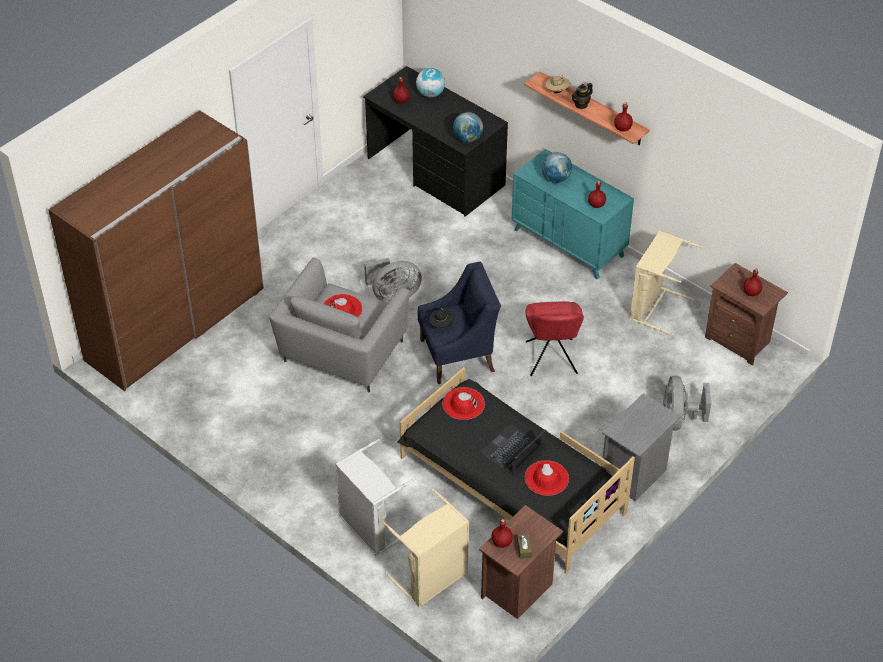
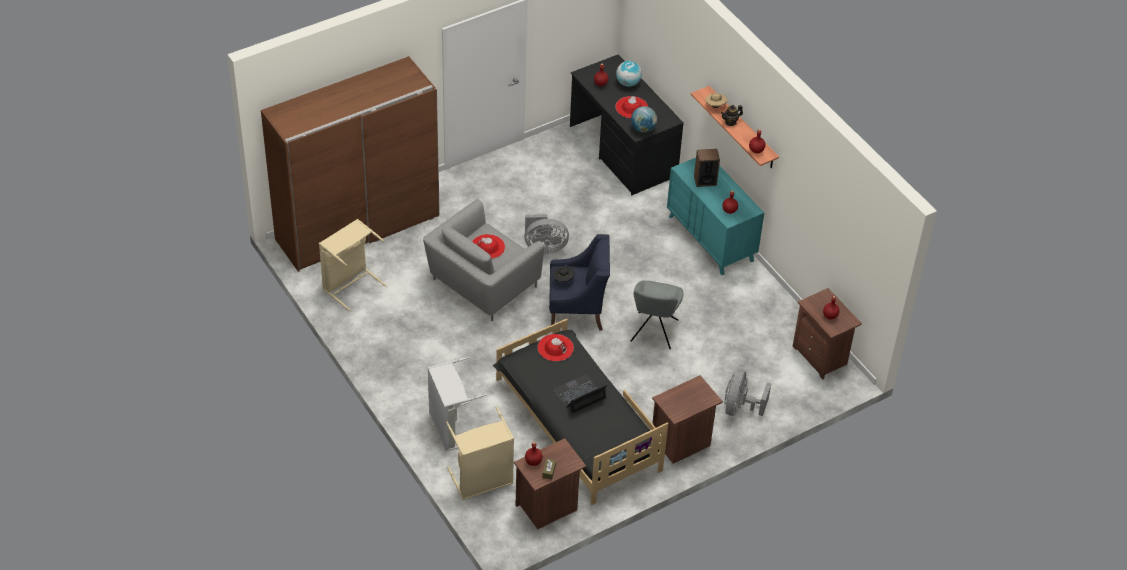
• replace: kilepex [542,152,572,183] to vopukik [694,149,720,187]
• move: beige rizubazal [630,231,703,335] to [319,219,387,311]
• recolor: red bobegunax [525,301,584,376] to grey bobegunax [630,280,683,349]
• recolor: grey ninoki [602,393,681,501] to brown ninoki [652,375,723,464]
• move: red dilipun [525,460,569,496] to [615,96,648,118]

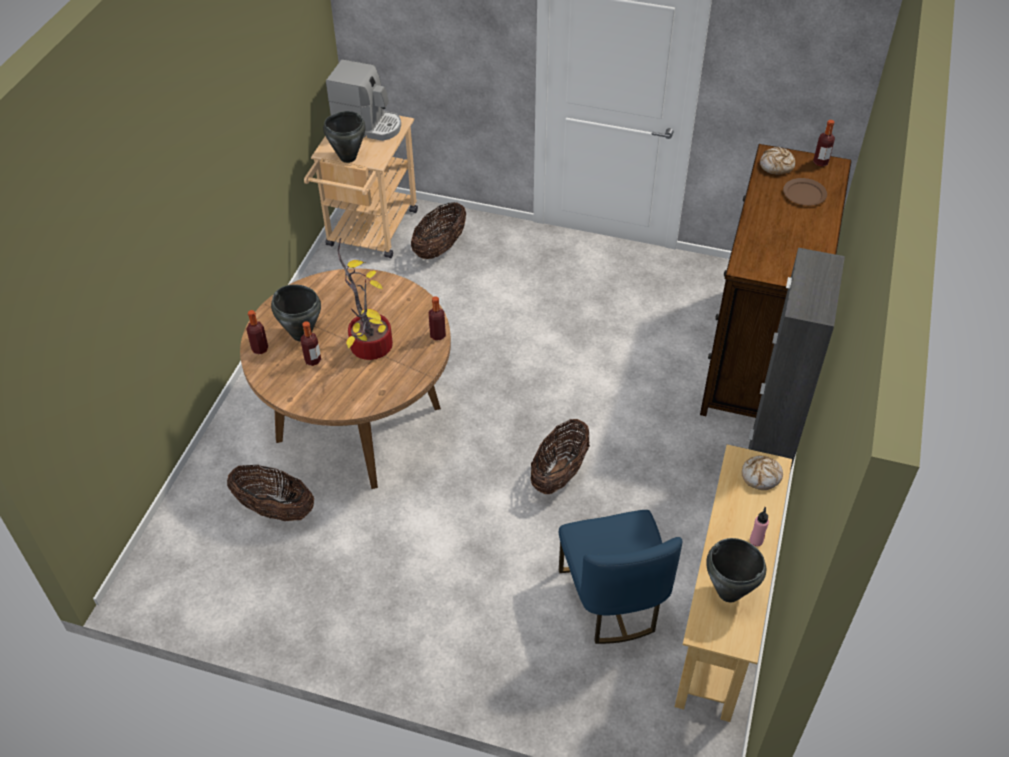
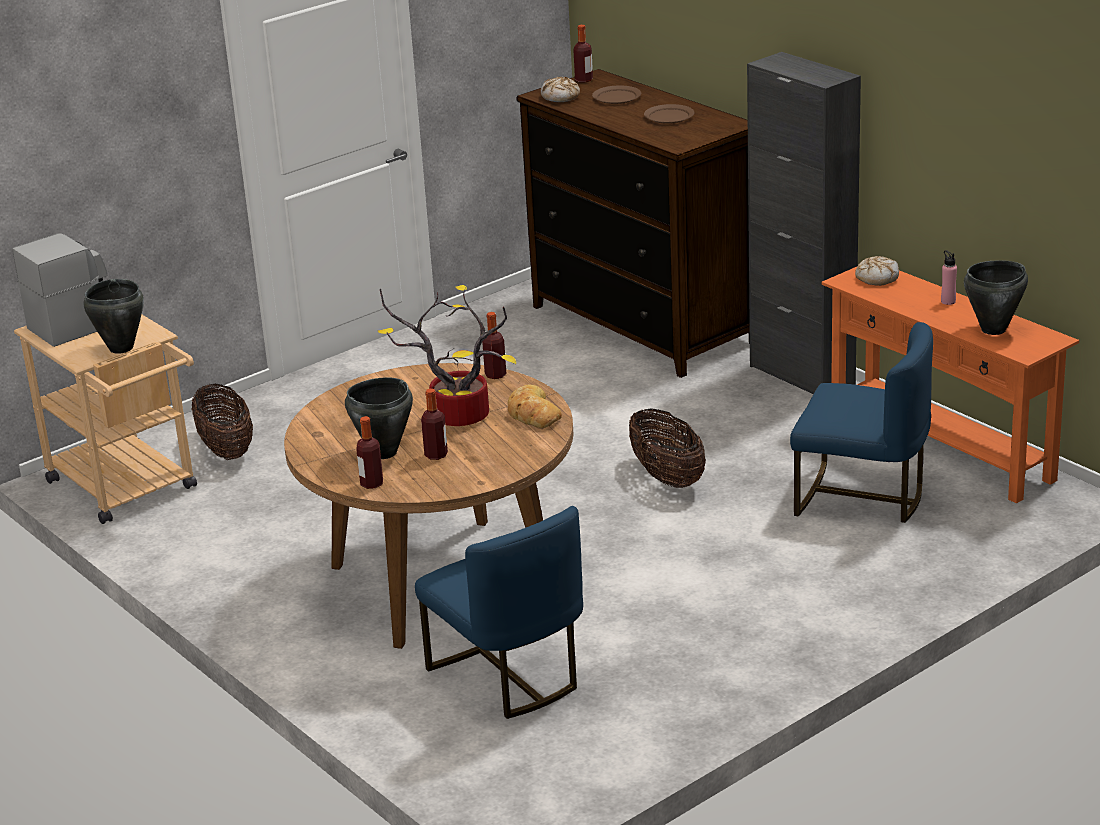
• recolor: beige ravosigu [675,444,792,722] to orange ravosigu [822,267,1079,503]
• replace: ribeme [227,464,314,521] to blue bobegunax [415,506,583,719]
• insert: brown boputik [644,104,695,124]
• insert: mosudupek [508,384,562,428]

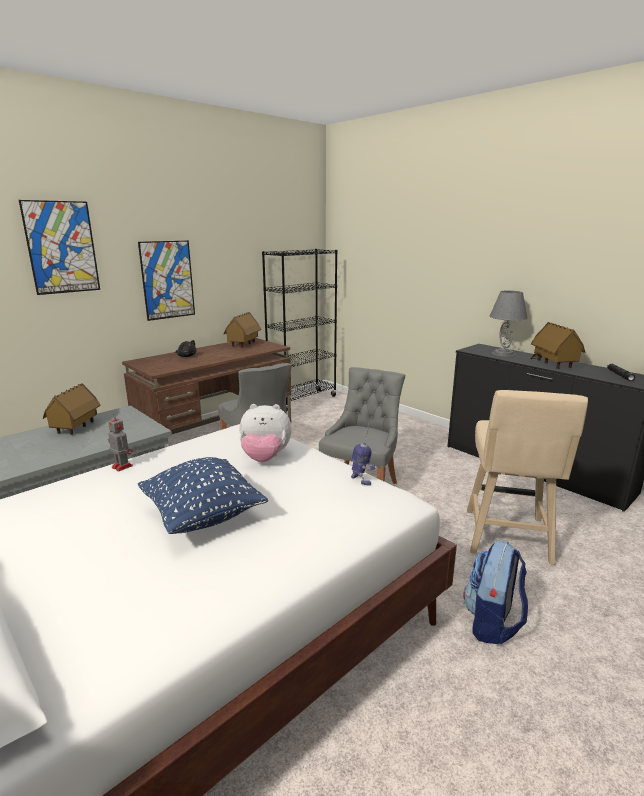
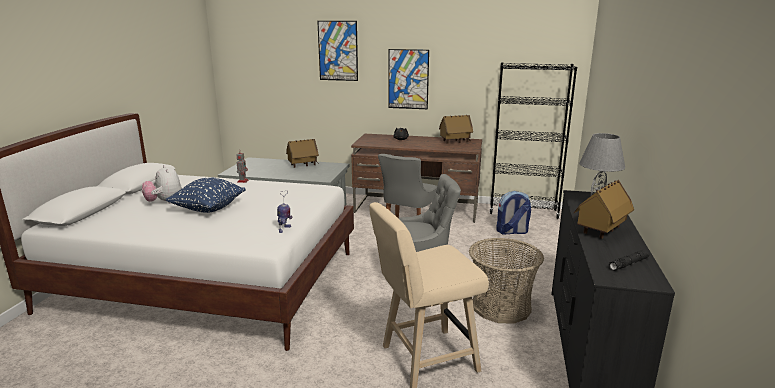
• move: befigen [240,404,292,462] to [142,165,182,204]
• move: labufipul [463,541,528,644] to [497,191,531,235]
• insert: ribeme [469,238,544,324]

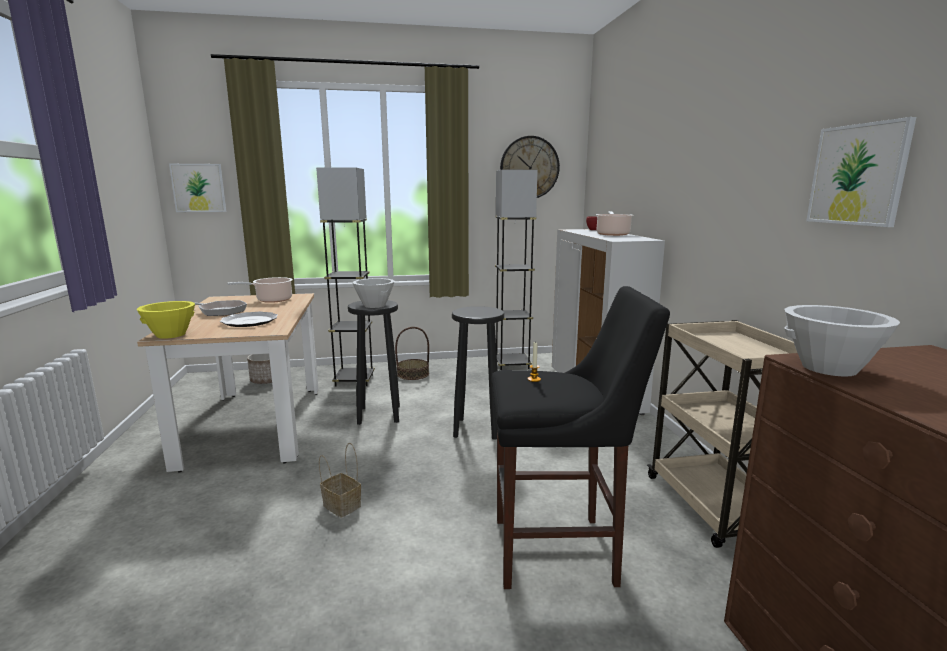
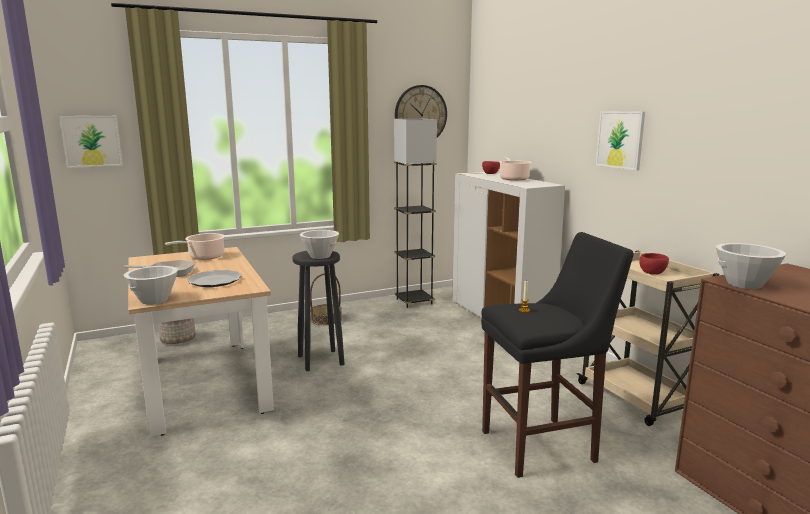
• move: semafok [806,117,916,227] to [596,111,645,171]
• delete: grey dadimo [316,167,375,387]
• recolor: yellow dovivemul [137,301,195,339] to white dovivemul [124,266,178,305]
• delete: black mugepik [452,306,504,440]
• delete: ribeme [319,443,361,517]
• insert: red dovivemul [640,253,669,275]

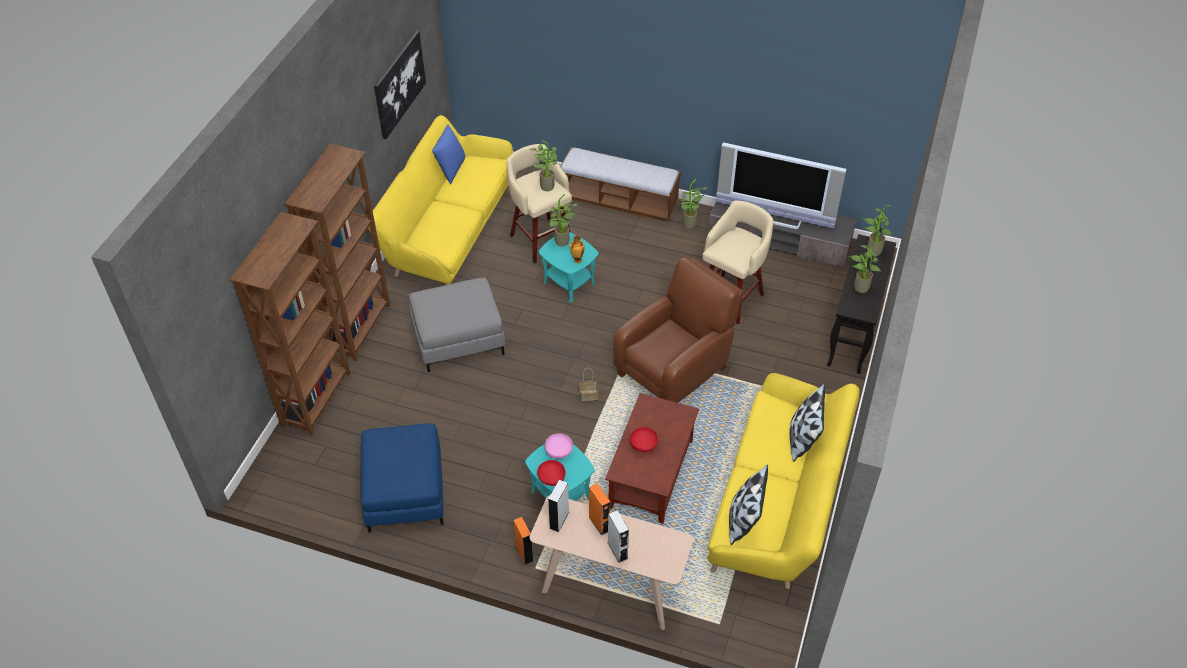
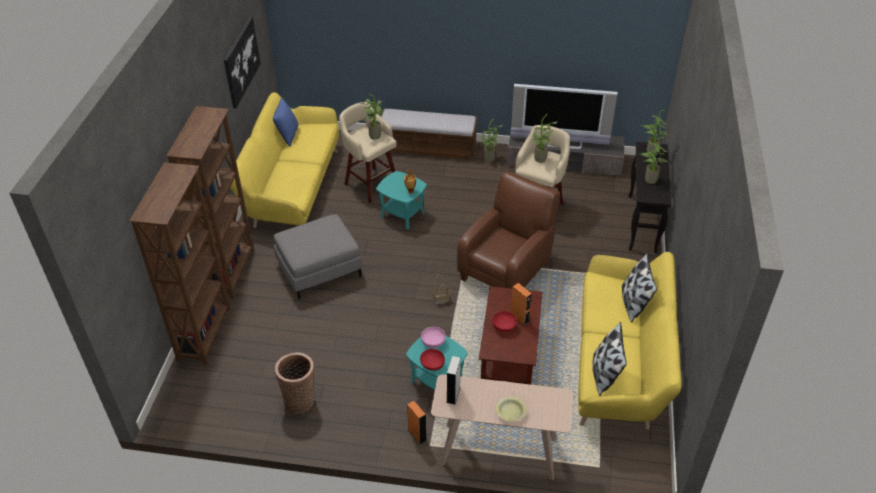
• move: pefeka [548,194,577,247] to [533,114,558,163]
• replace: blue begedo [361,423,444,532] to ribeme [275,353,314,414]
• move: orange vopukik [589,483,610,536] to [510,283,532,326]
• replace: grey vopukik [607,510,629,563] to yellow dovivemul [496,396,526,422]

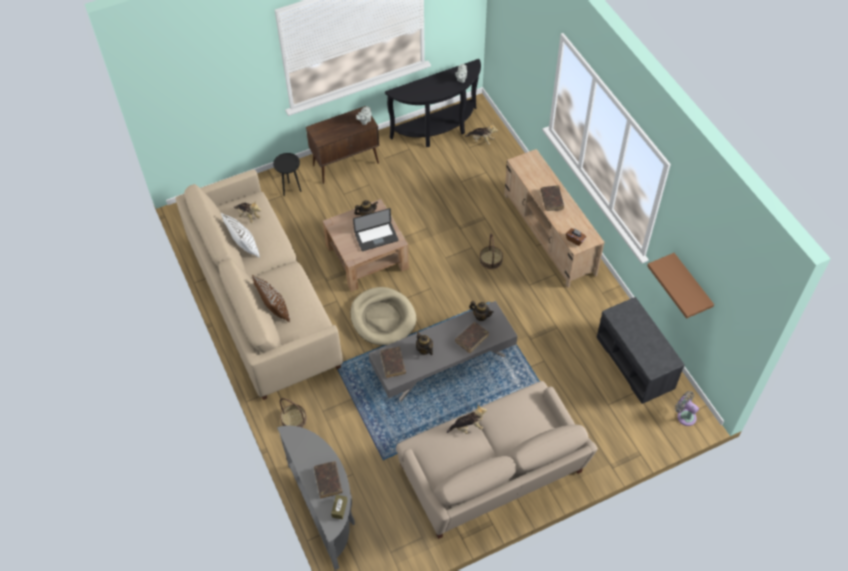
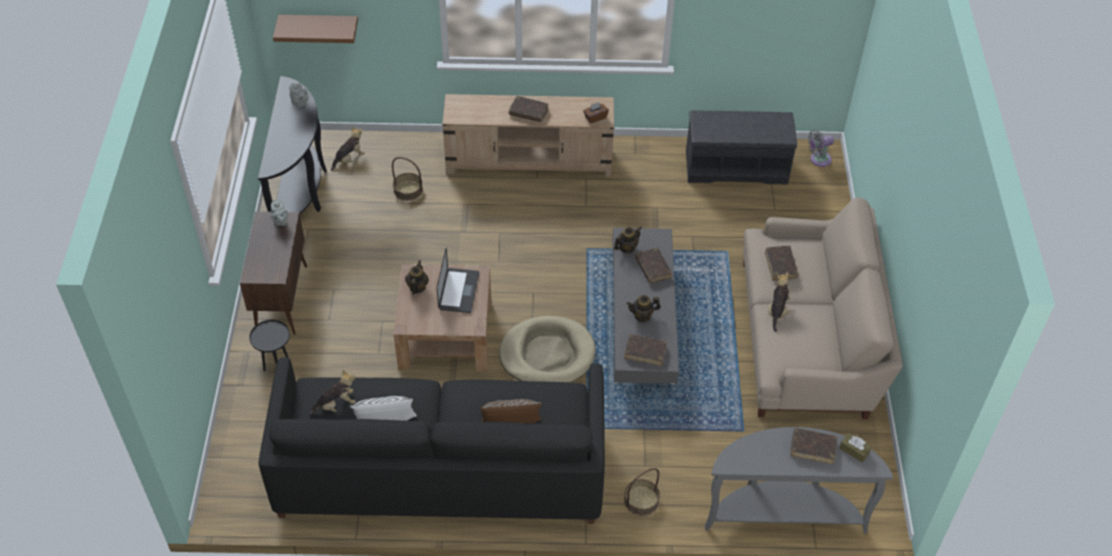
• recolor: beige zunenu [175,170,343,400] to black zunenu [258,357,605,524]
• move: ribeme [479,233,503,269] to [392,157,423,201]
• move: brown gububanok [647,253,714,319] to [273,15,358,43]
• insert: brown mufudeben [765,246,798,281]

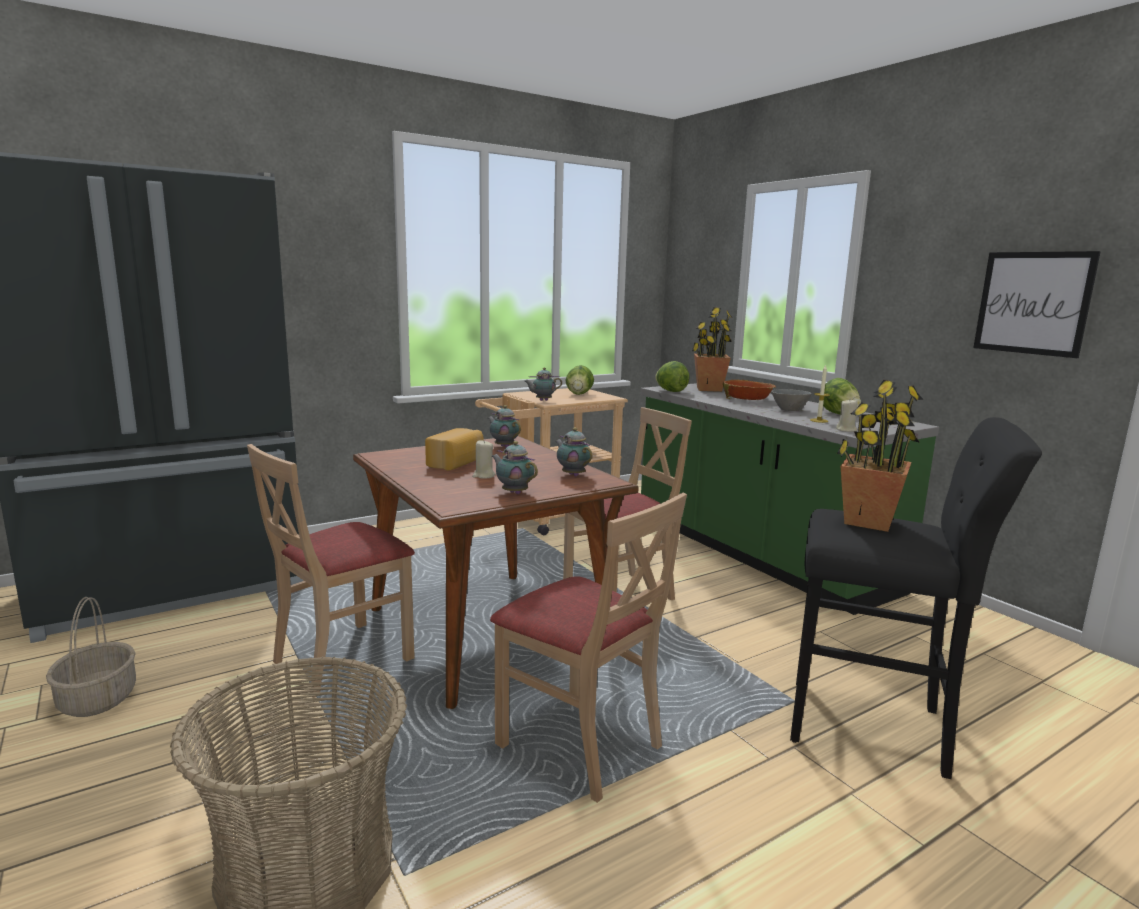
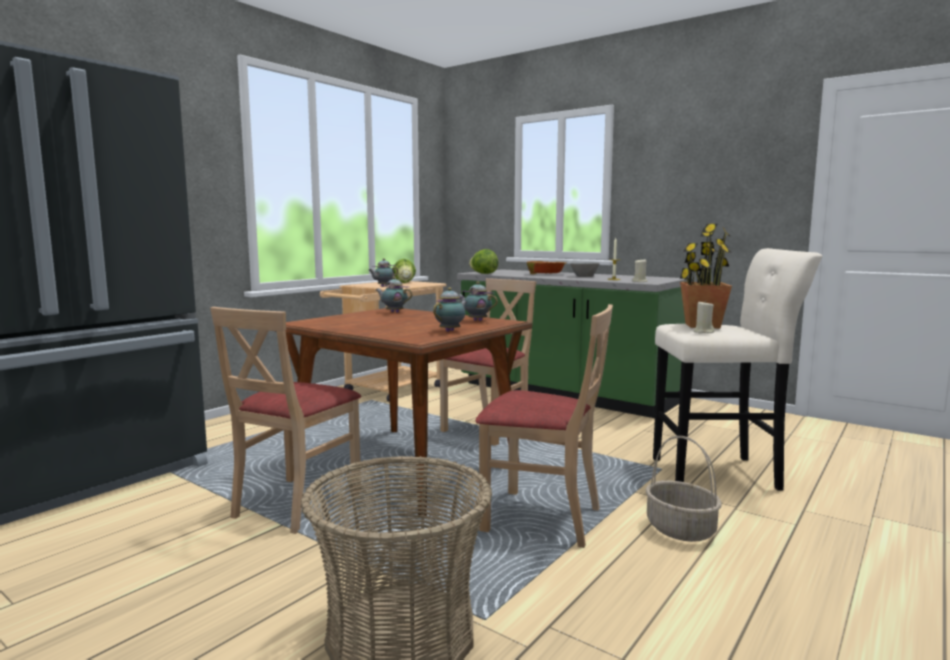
• delete: semafok [973,251,1101,358]
• delete: pefeka [692,307,733,392]
• delete: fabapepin [823,378,861,414]
• recolor: black mugepik [790,417,1042,779] to beige mugepik [653,248,822,490]
• delete: mosudupek [425,428,484,470]
• move: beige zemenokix [472,440,495,479] to [693,300,715,334]
• rotate: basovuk [492,441,538,494] = [433,287,467,332] 105 degrees clockwise
• move: ribeme [46,597,136,717] to [645,436,722,542]

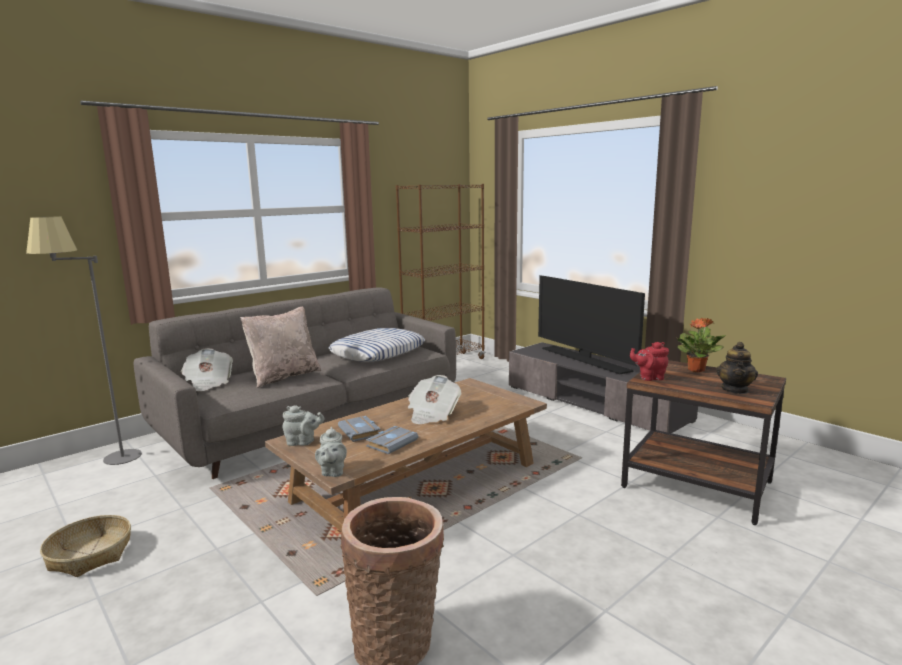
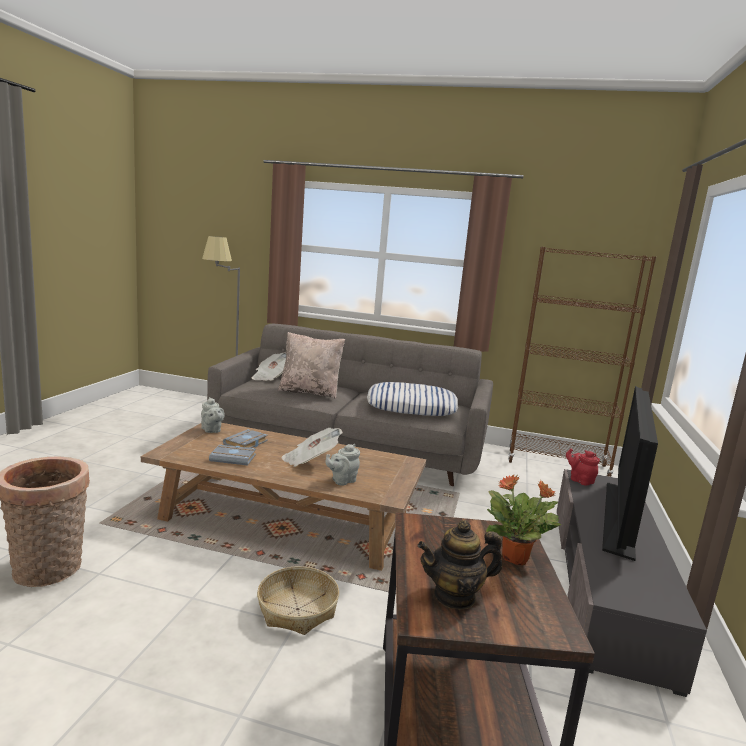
• move: red basovuk [630,342,669,381] to [566,449,600,485]
• move: grey basovuk [315,427,347,477] to [325,444,360,486]
• move: ribeme [40,515,131,577] to [257,566,339,635]

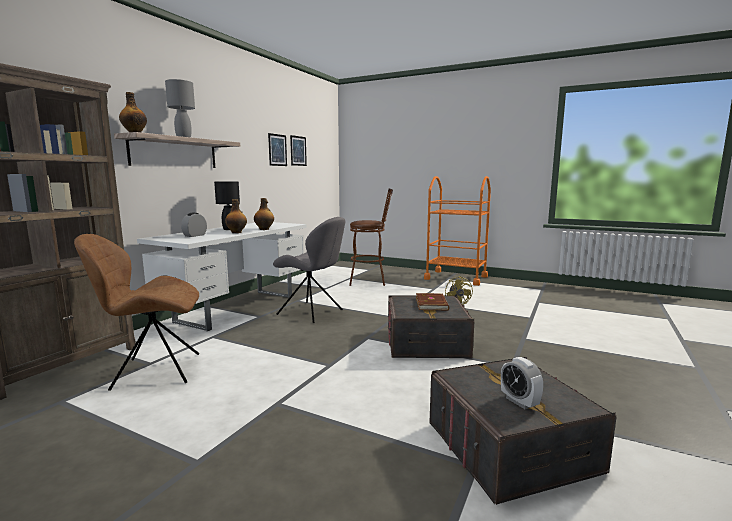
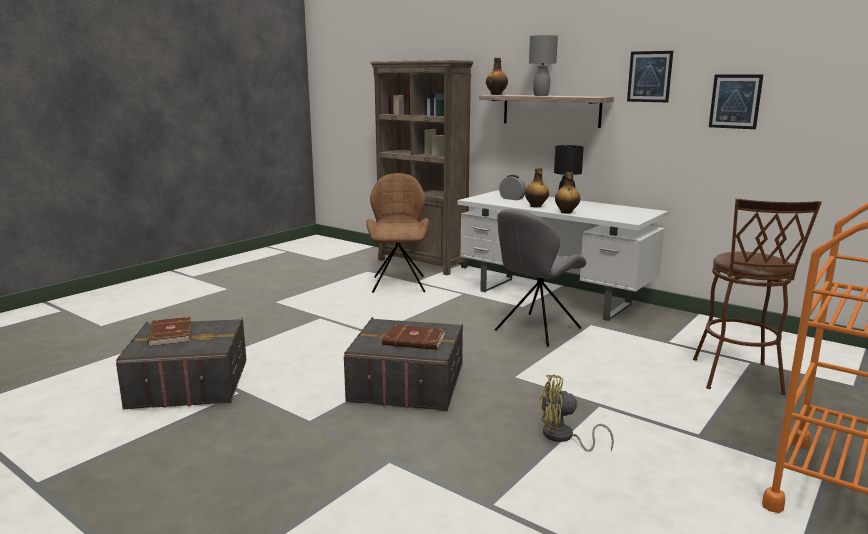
• move: semafok [290,135,307,166] to [627,51,673,102]
• replace: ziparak [501,357,543,409] to brown mufudeben [147,317,191,346]

